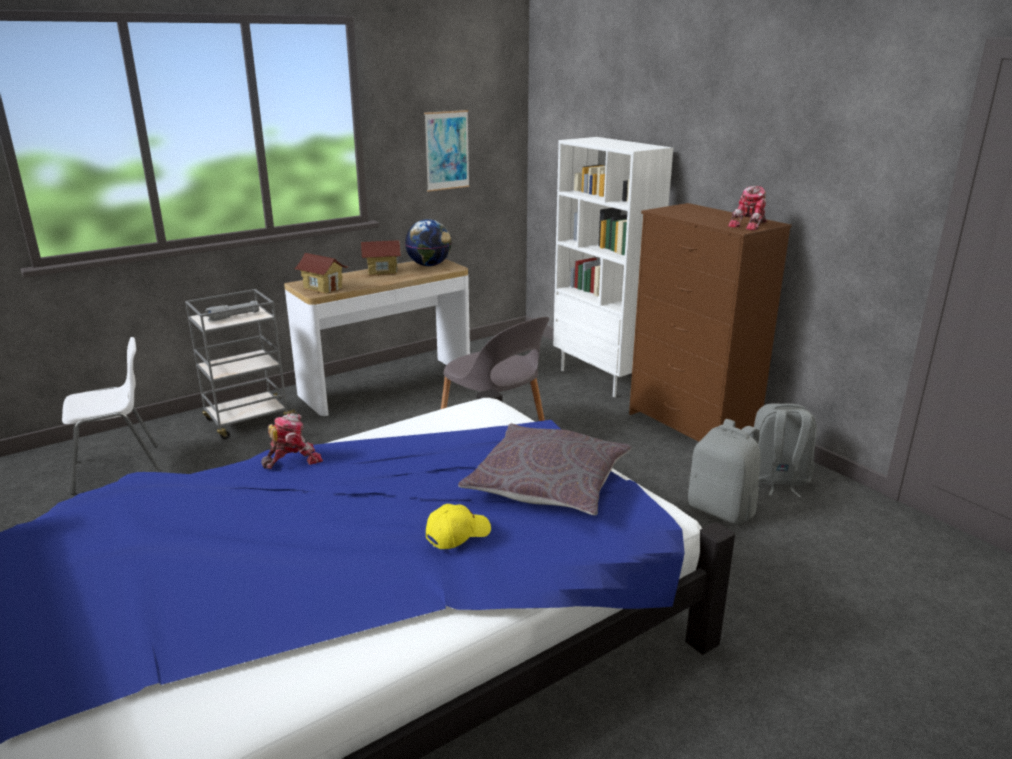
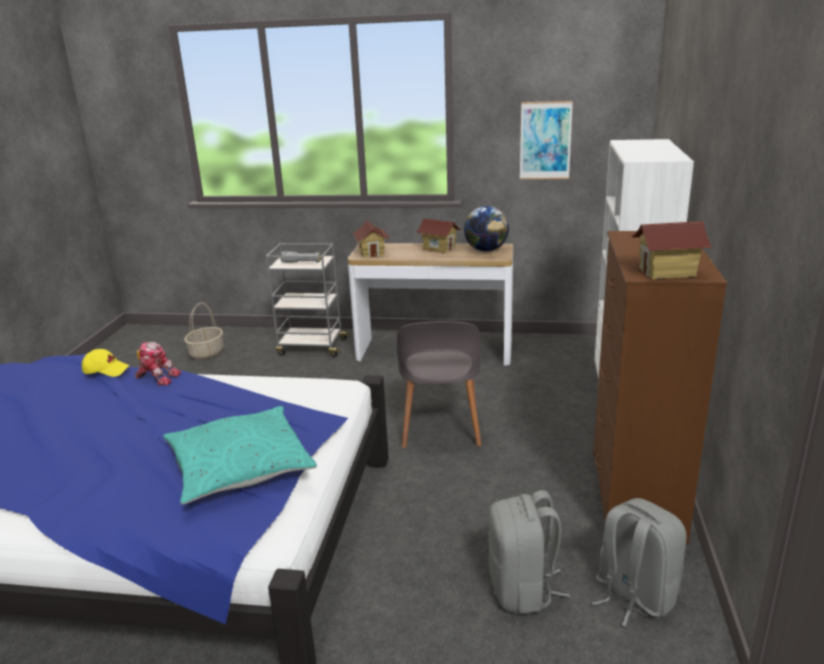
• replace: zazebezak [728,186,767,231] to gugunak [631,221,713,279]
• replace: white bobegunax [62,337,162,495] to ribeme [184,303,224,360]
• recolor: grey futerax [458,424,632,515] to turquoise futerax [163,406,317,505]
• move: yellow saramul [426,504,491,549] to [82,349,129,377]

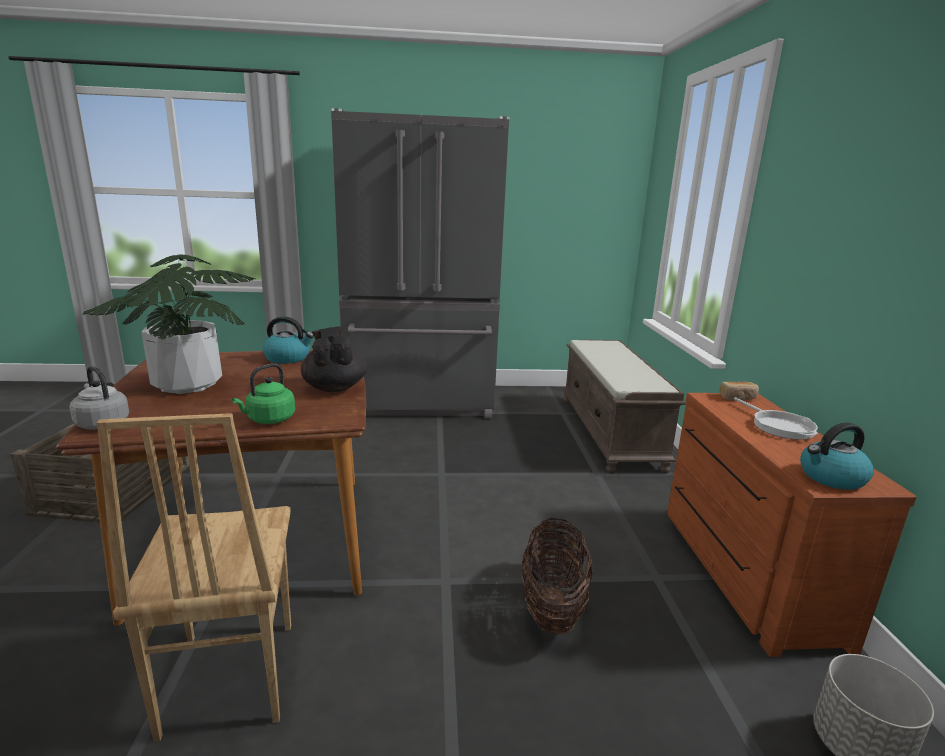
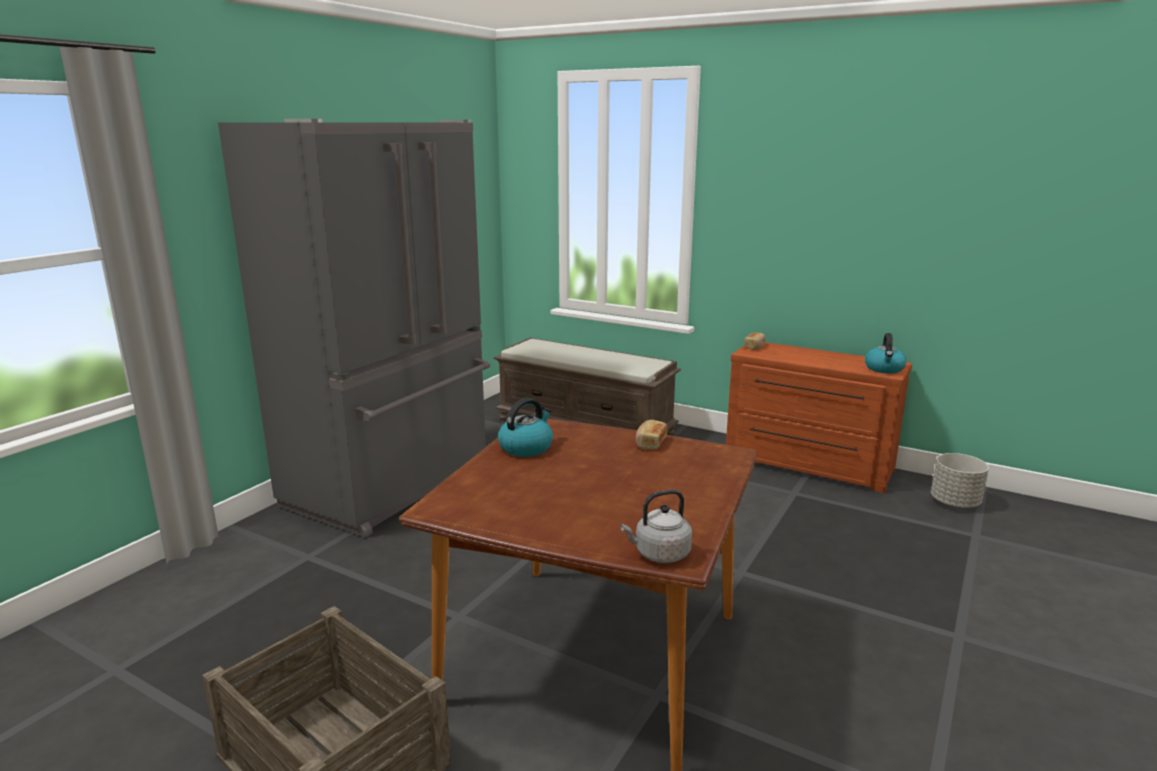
• delete: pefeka [83,255,255,394]
• replace: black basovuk [301,327,367,392] to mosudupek [636,420,667,449]
• delete: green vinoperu [232,363,295,424]
• delete: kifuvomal [734,397,818,440]
• delete: brown bobegunax [96,413,291,742]
• delete: ribeme [522,518,592,634]

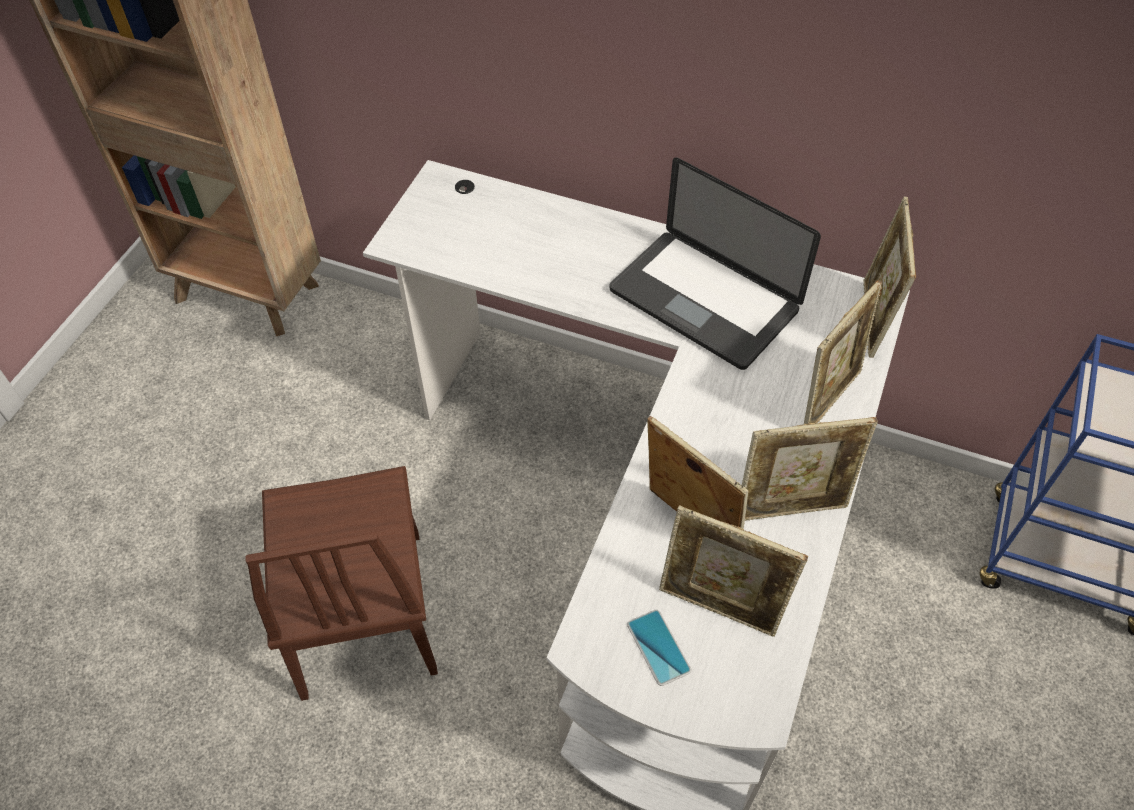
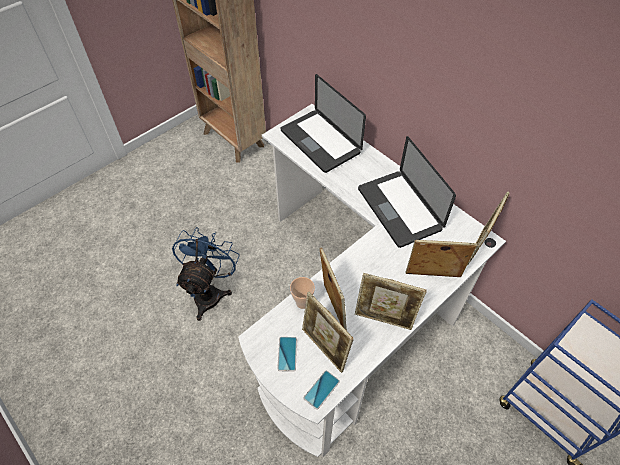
• rotate: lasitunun [804,280,882,424] = [405,240,477,277] 150 degrees counterclockwise
• replace: brown bobegunax [245,466,438,701] to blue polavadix [172,227,240,321]
• insert: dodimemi [281,74,366,173]
• insert: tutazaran [290,277,315,309]
• insert: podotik [303,371,340,410]

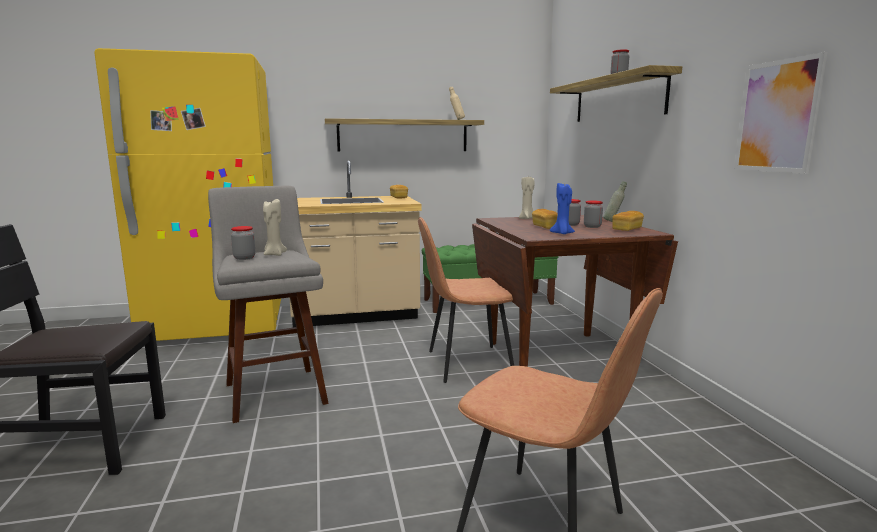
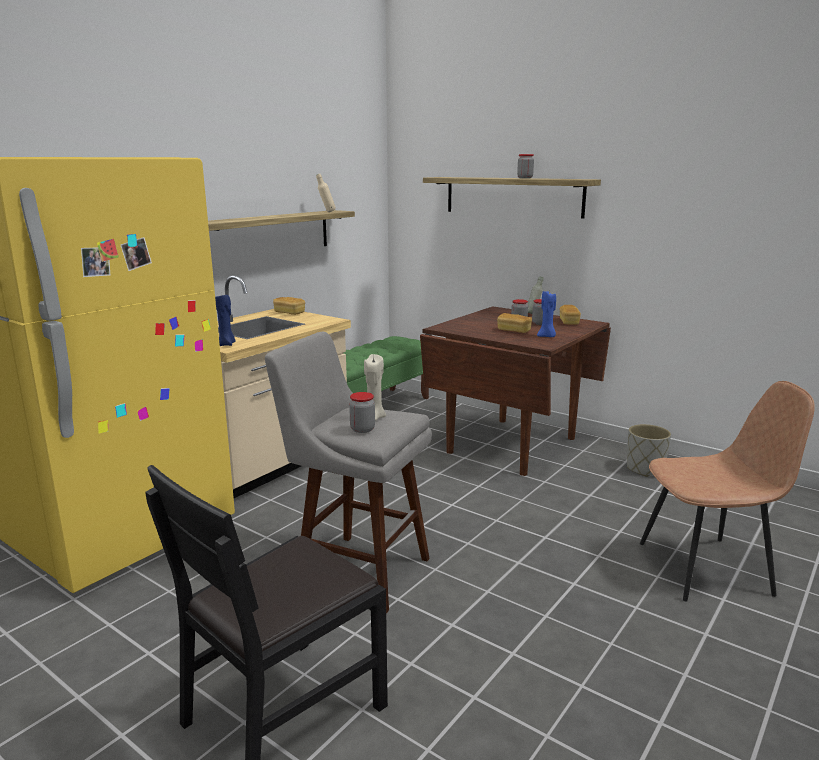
• delete: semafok [734,52,827,174]
• delete: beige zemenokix [519,177,534,219]
• delete: brown bobegunax [418,217,514,383]
• insert: blue zemenokix [215,295,236,346]
• insert: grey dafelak [627,424,671,477]

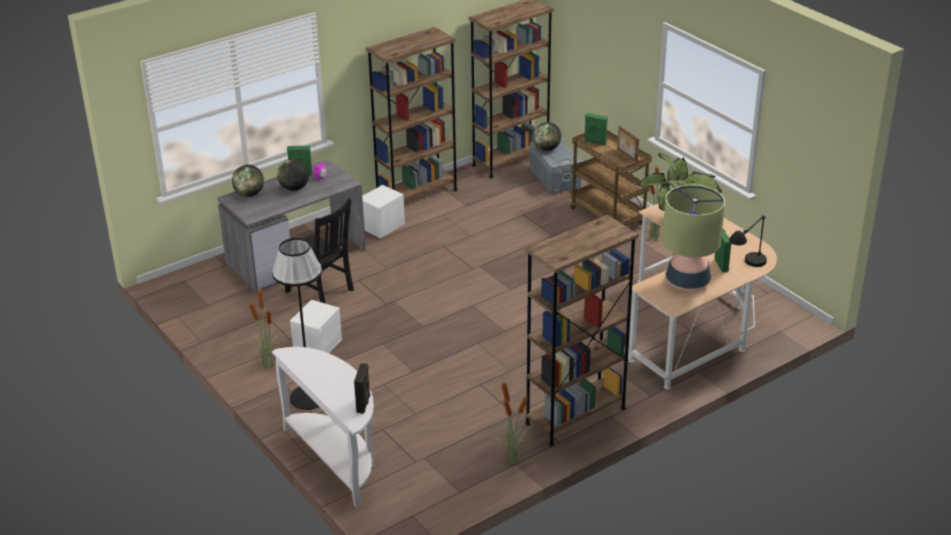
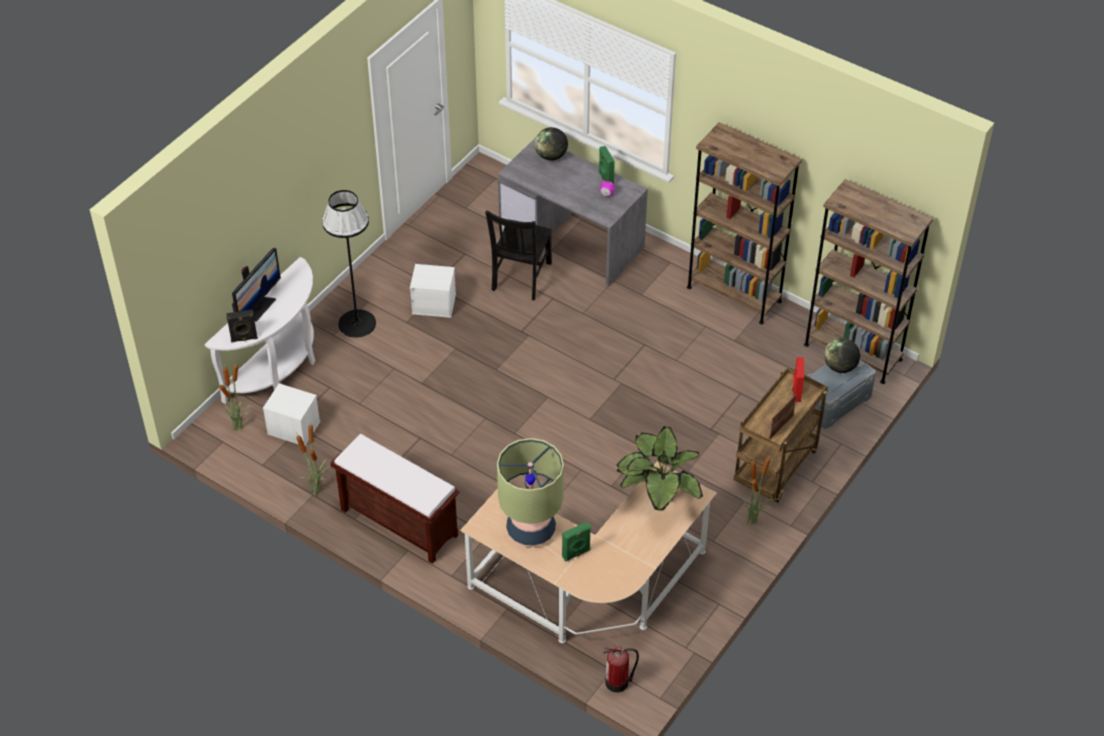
• recolor: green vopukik [584,113,608,146] to red vopukik [792,357,804,402]
• delete: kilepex [277,159,309,191]
• move: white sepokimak [362,185,405,238] to [263,383,320,446]
• replace: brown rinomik [525,214,638,446] to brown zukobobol [330,434,459,564]
• delete: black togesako [729,215,767,267]
• move: pefeka [248,287,280,369] to [219,364,251,431]
• insert: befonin [232,248,281,322]
• insert: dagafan [604,647,639,692]

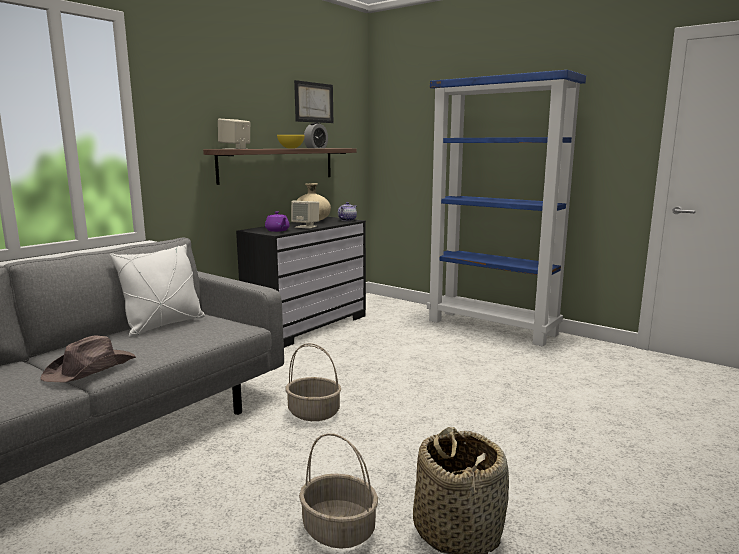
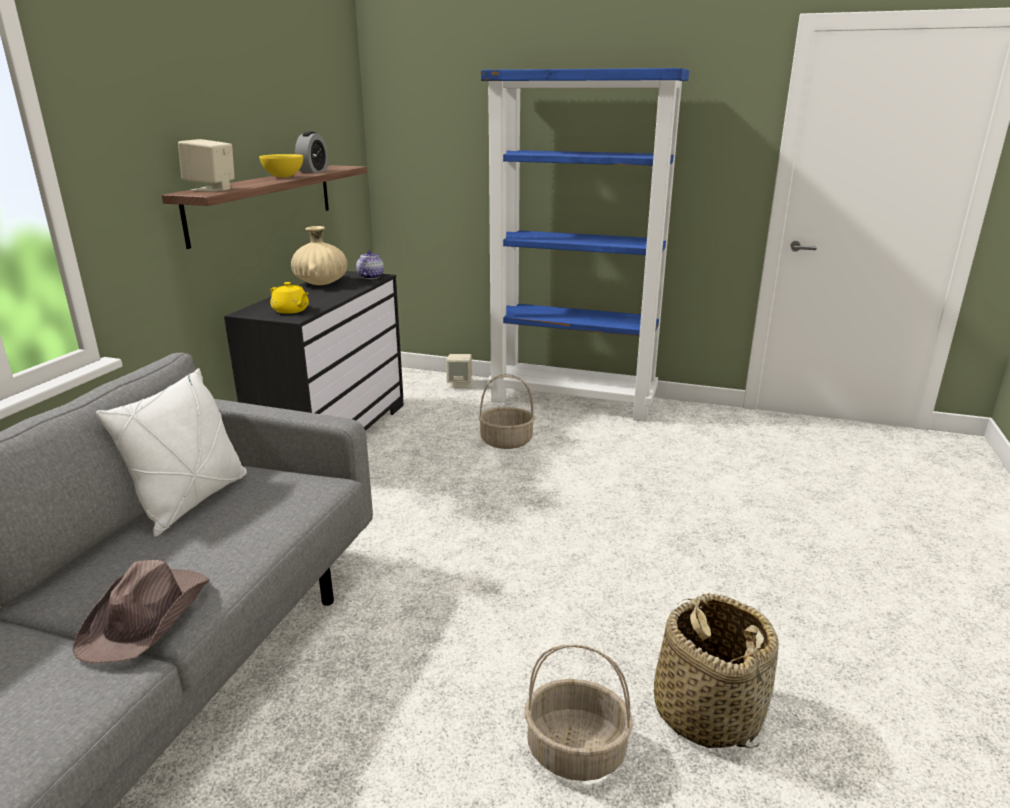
• delete: semafok [294,80,333,123]
• move: beige vopukik [291,201,319,229] to [446,354,472,388]
• recolor: purple basovuk [265,211,290,232] to yellow basovuk [270,282,309,314]
• move: ribeme [285,343,341,421] to [478,374,535,449]

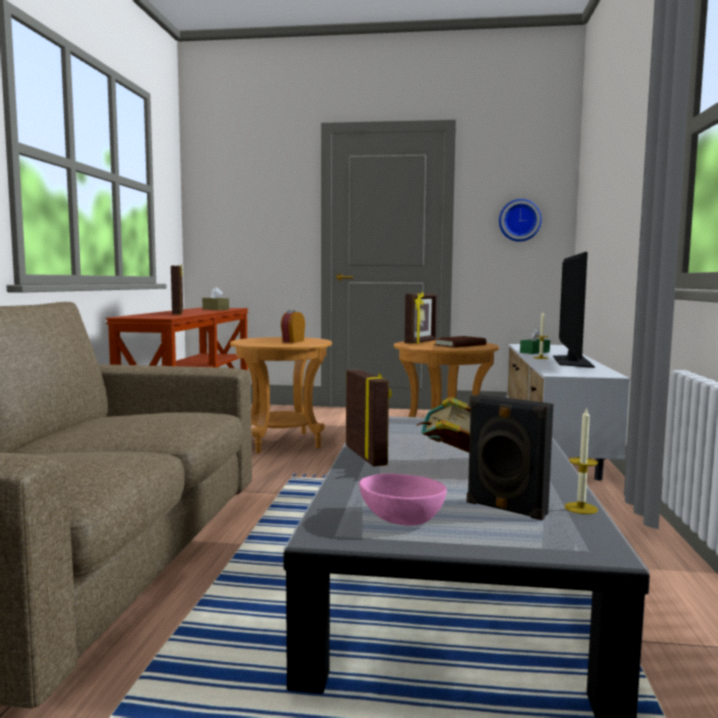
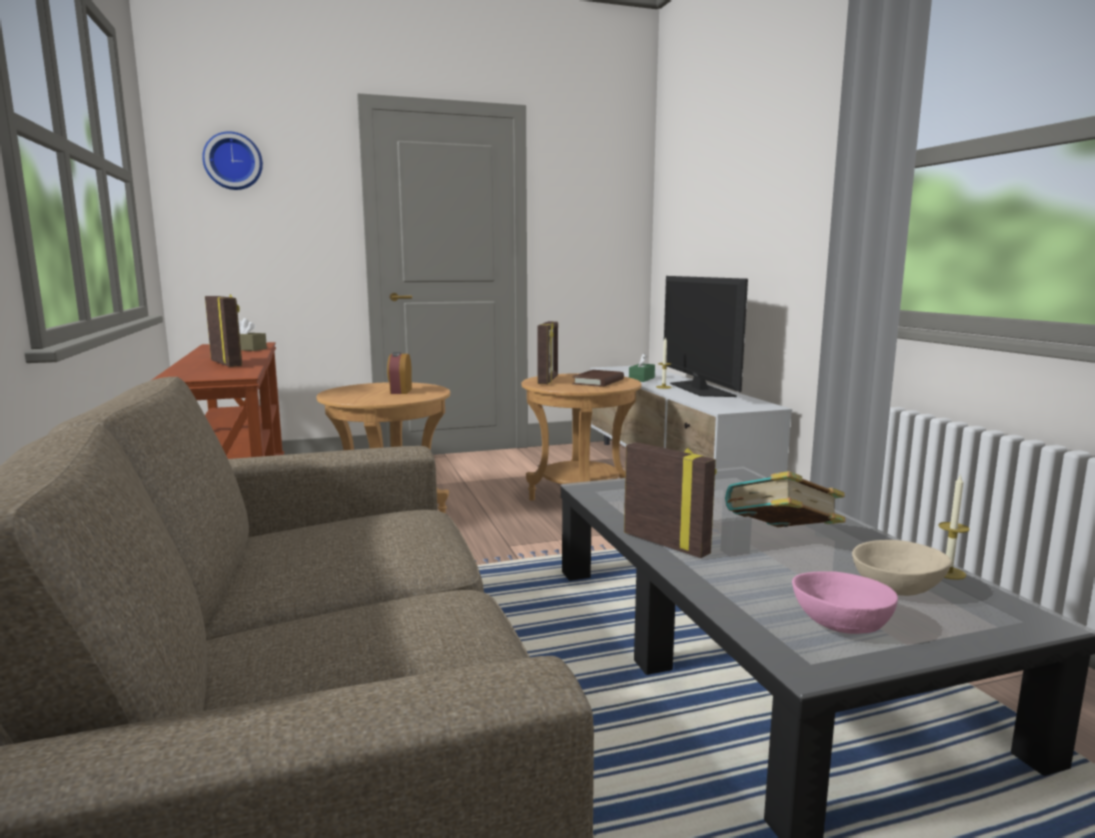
• move: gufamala [499,199,542,242] to [202,131,263,190]
• replace: black vopukik [467,394,553,520] to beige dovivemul [852,540,952,596]

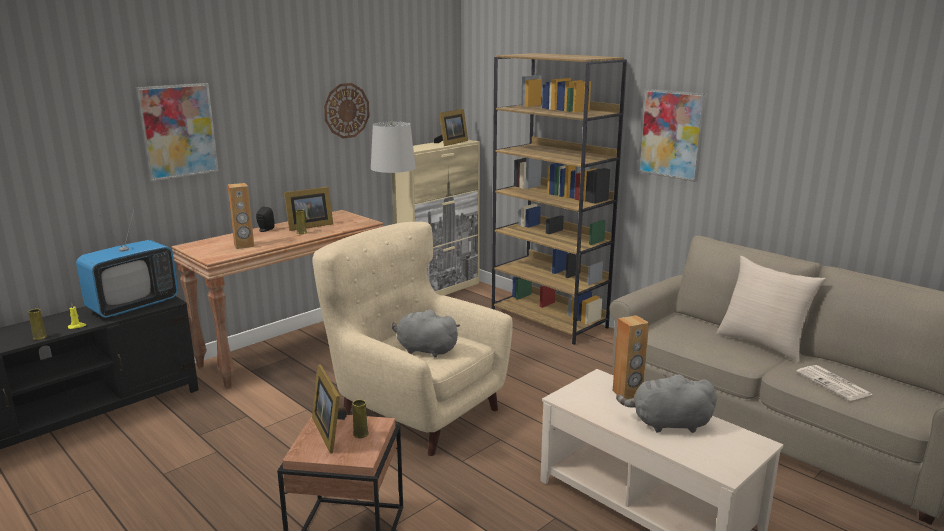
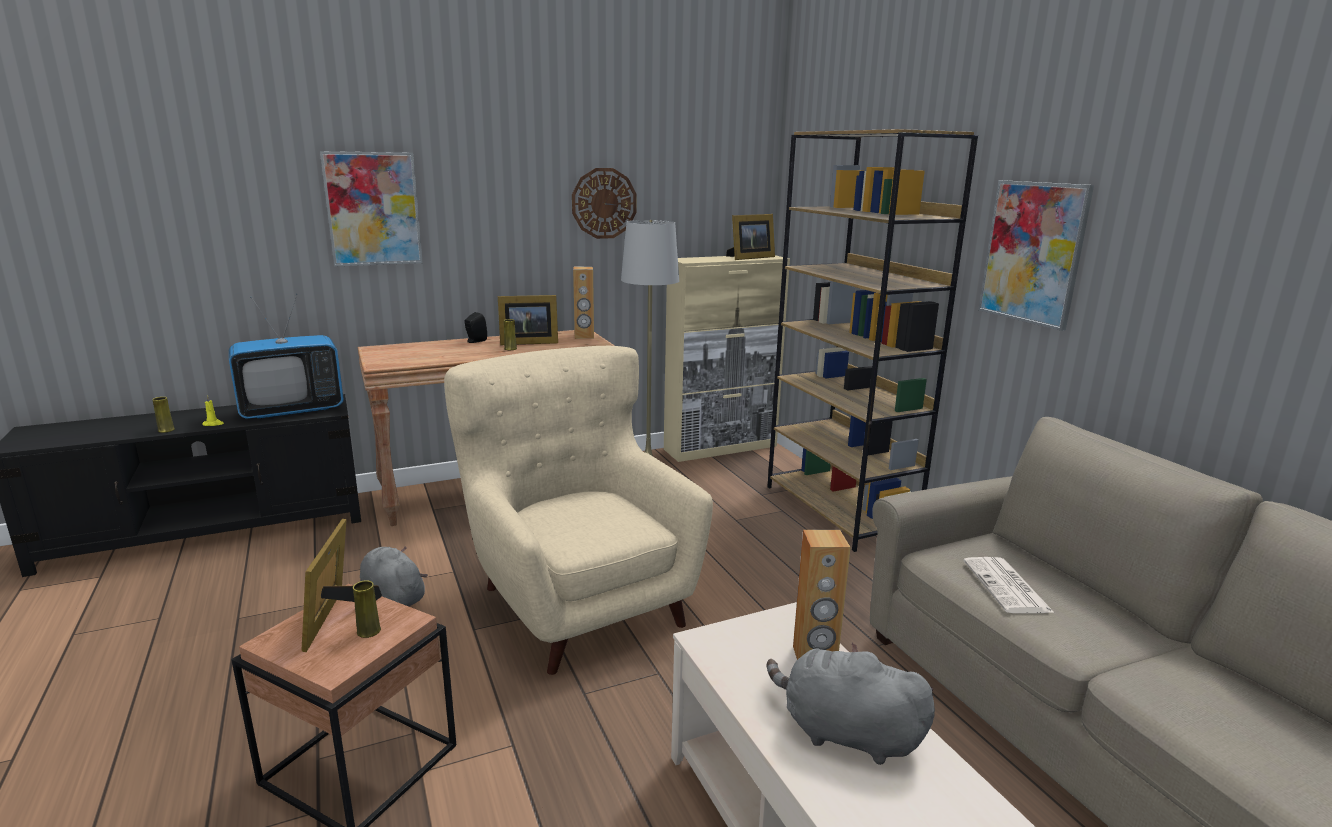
• move: brown vopukik [227,183,254,249] to [573,267,594,339]
• delete: beige futerax [716,256,826,363]
• move: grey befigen [392,310,460,357] to [360,547,428,606]
• move: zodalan [796,365,872,401] to [963,557,1054,613]

